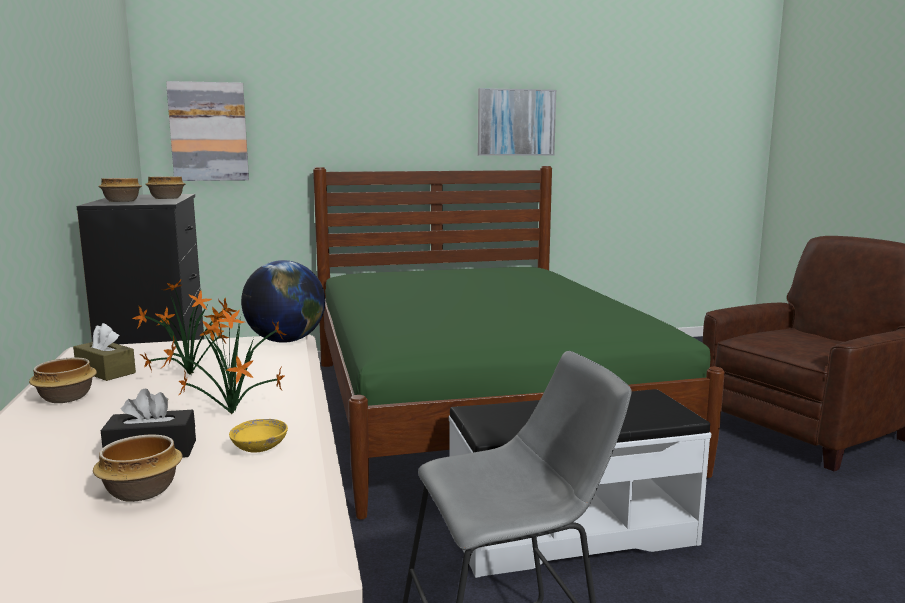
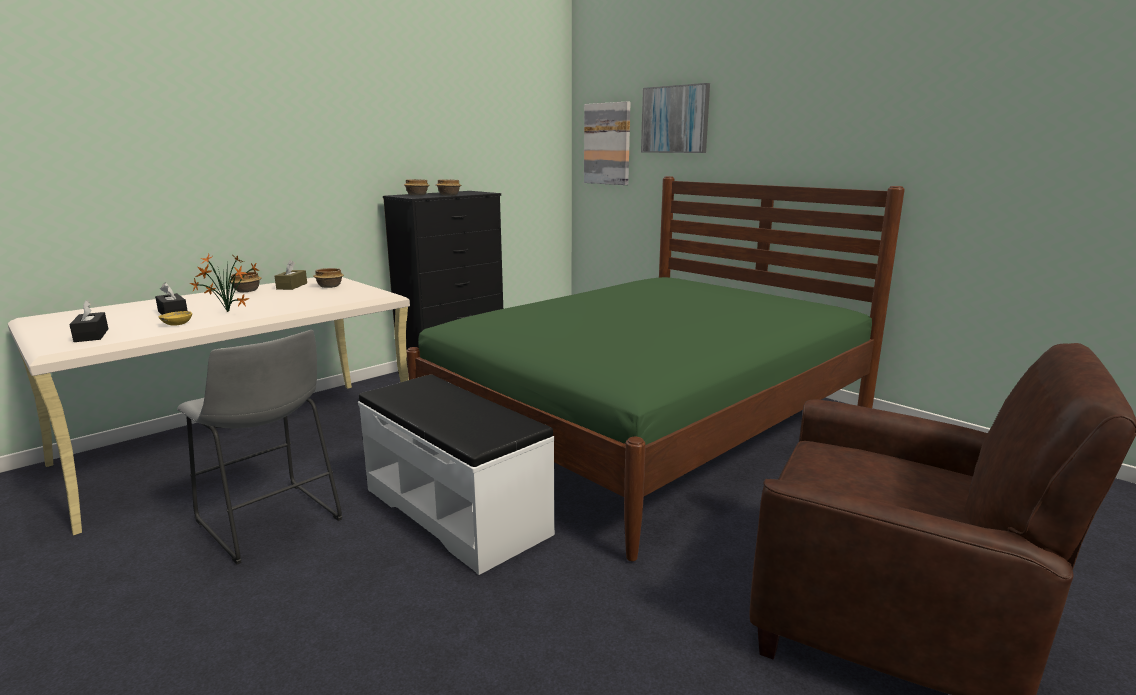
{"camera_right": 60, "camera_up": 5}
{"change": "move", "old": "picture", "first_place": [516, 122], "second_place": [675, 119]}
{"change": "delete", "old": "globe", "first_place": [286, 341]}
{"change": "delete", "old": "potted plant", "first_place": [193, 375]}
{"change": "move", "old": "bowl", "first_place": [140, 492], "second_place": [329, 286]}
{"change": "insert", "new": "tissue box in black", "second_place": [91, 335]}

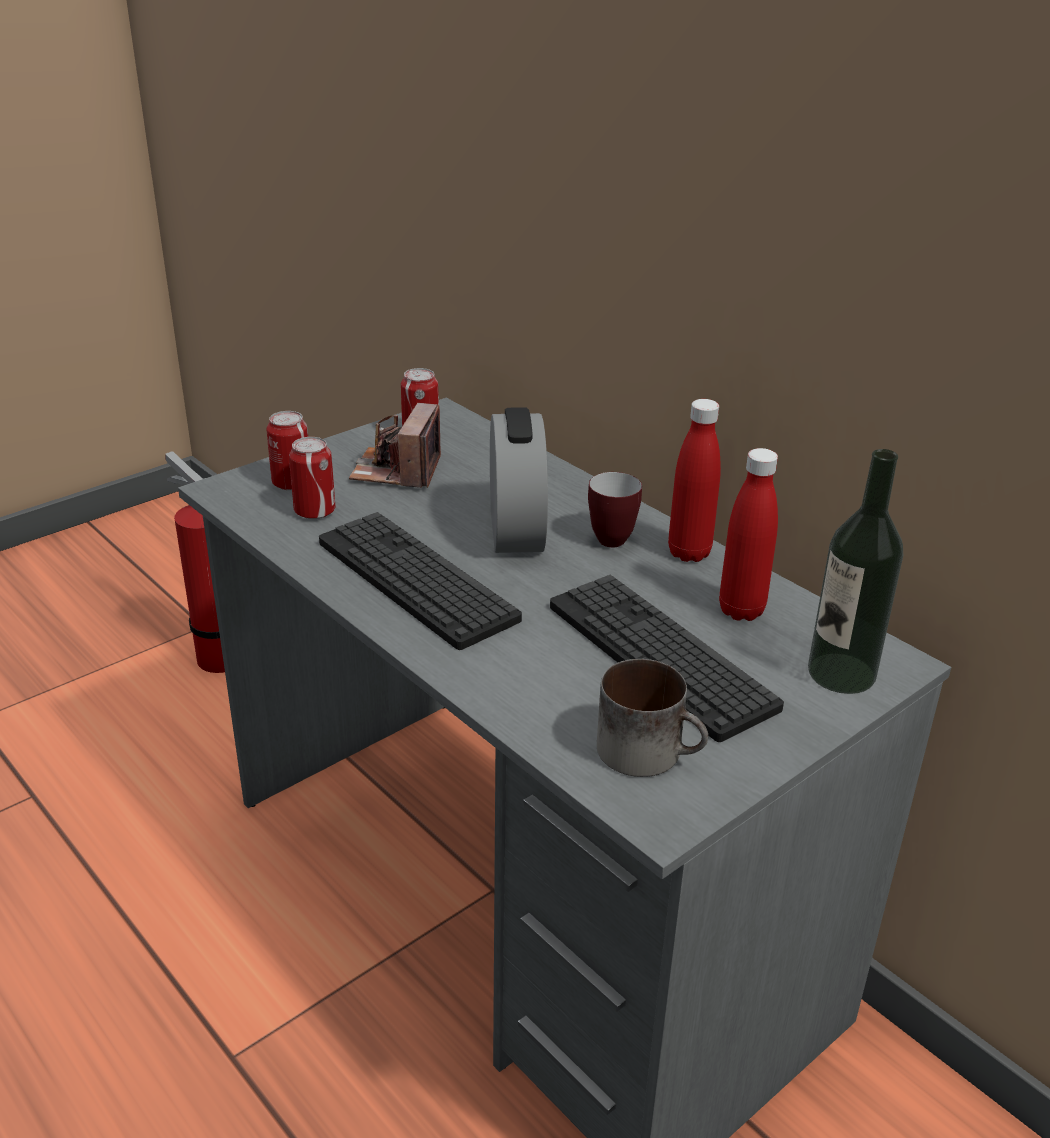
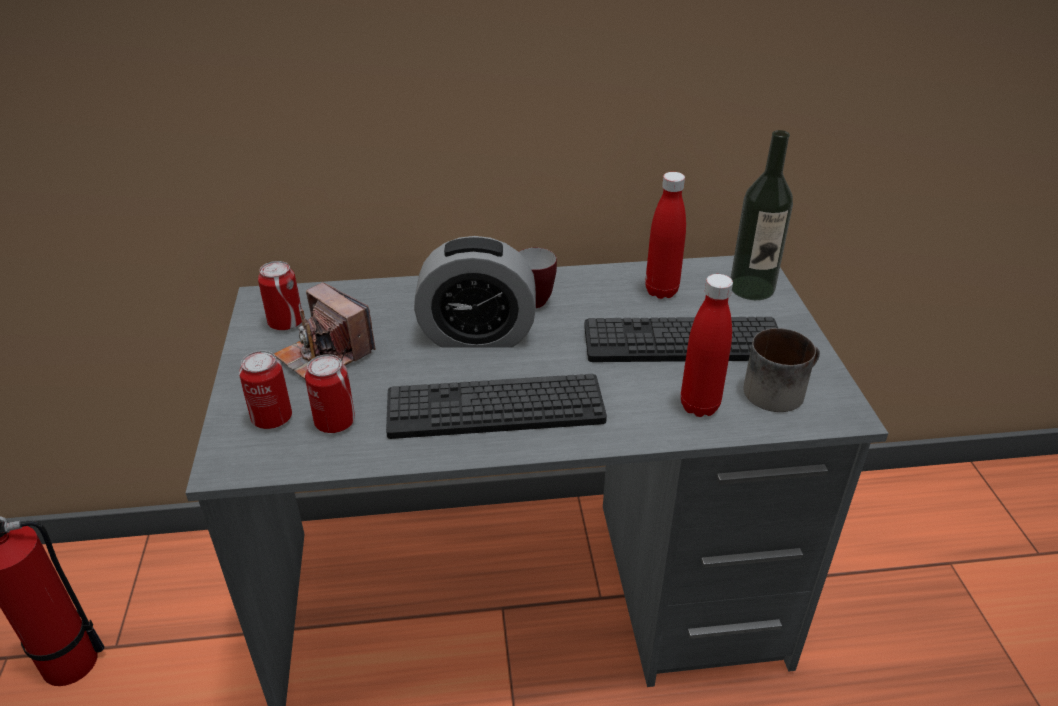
{"camera_right": -55, "camera_up": 5}
{"change": "move", "old": "bottle in red", "first_place": [689, 553], "second_place": [699, 406]}
{"change": "rotate", "old": "alarm clock", "first_place": [516, 530], "second_place": [477, 335], "degrees": 150}

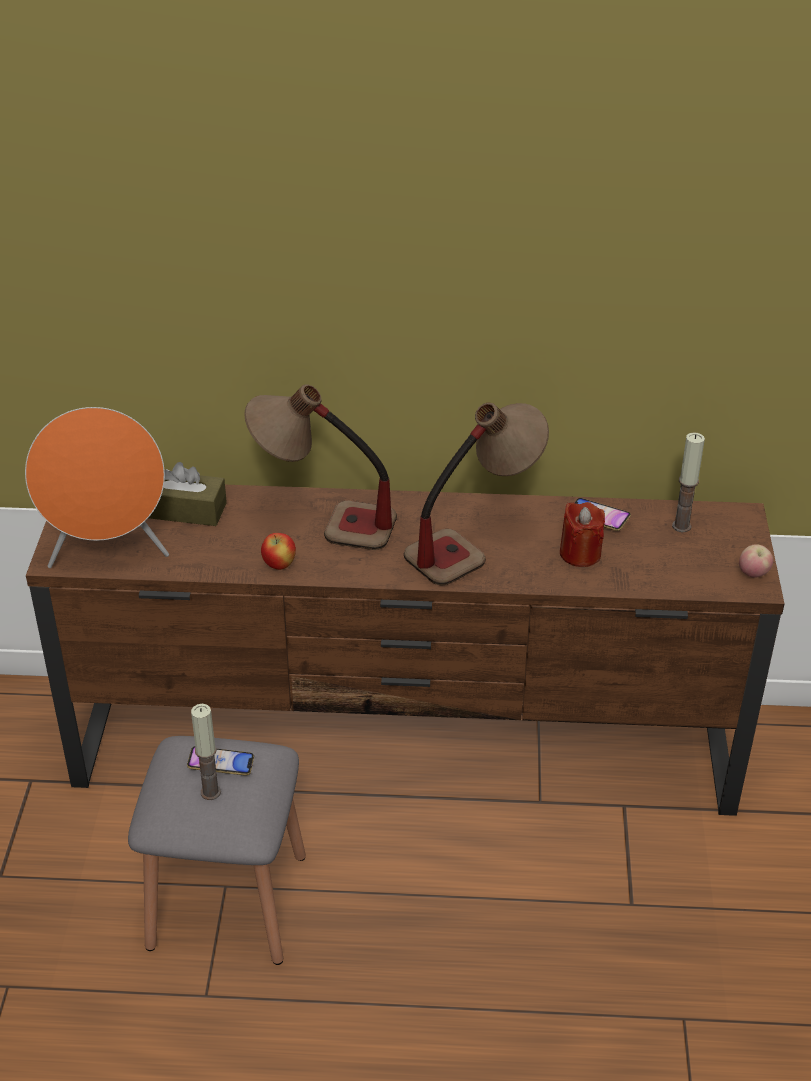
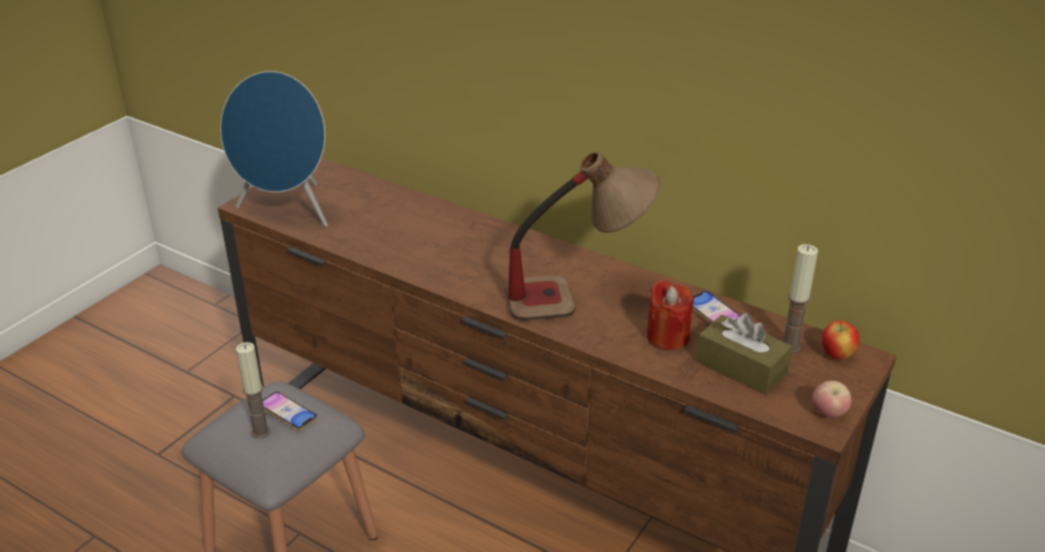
{"camera_right": 30, "camera_up": -5}
{"change": "delete", "old": "table lamp", "first_place": [323, 523]}
{"change": "recolor", "old": "speaker in orange", "new": "speaker in blue", "first_place": [109, 553], "second_place": [287, 211]}
{"change": "move", "old": "tissue box in brown", "first_place": [186, 510], "second_place": [741, 367]}
{"change": "move", "old": "apple", "first_place": [279, 565], "second_place": [837, 355]}

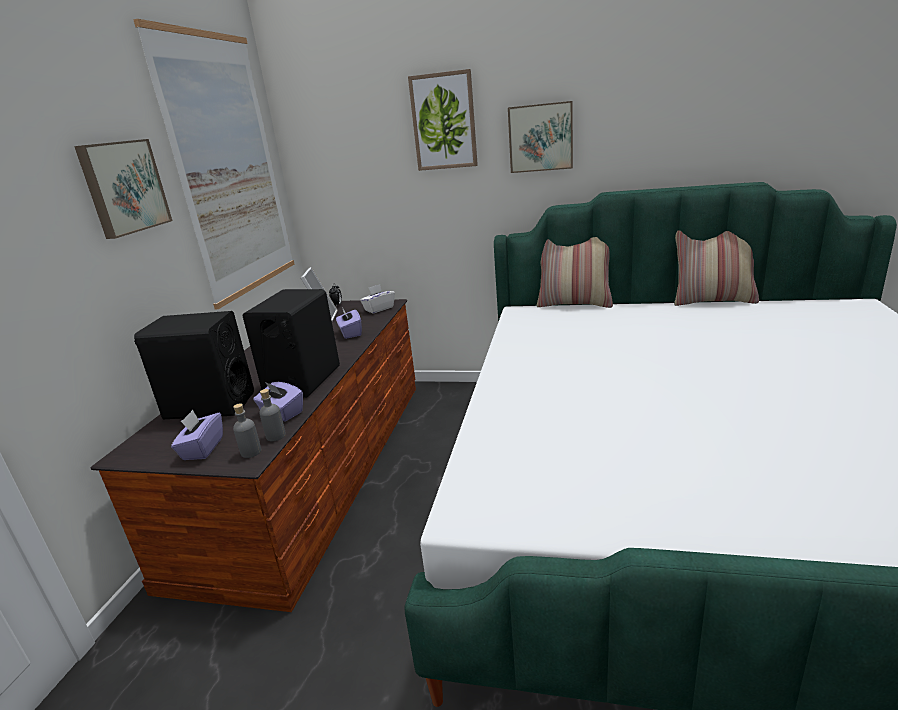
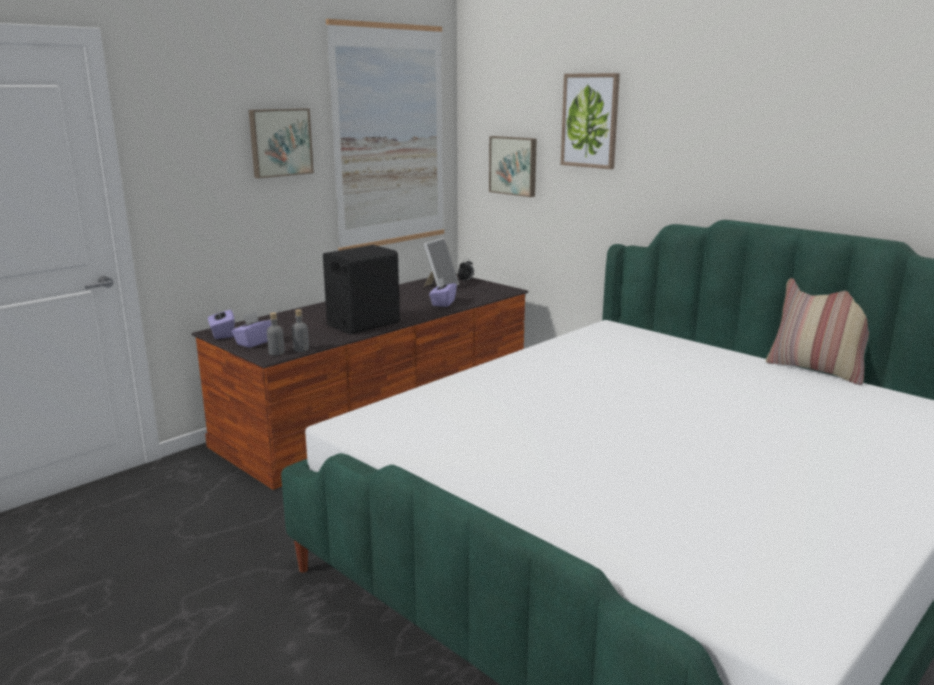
{"camera_right": 30, "camera_up": -5}
{"change": "move", "old": "picture", "first_place": [540, 137], "second_place": [514, 165]}
{"change": "delete", "old": "pillow", "first_place": [574, 304]}
{"change": "delete", "old": "tissue box in white", "first_place": [379, 309]}
{"change": "delete", "old": "speaker in black", "first_place": [210, 405]}
{"change": "move", "old": "tissue box in purple", "first_place": [281, 413], "second_place": [222, 334]}

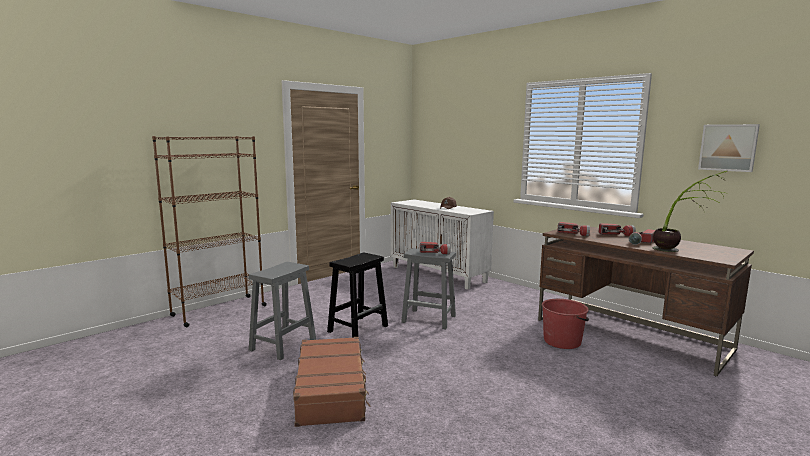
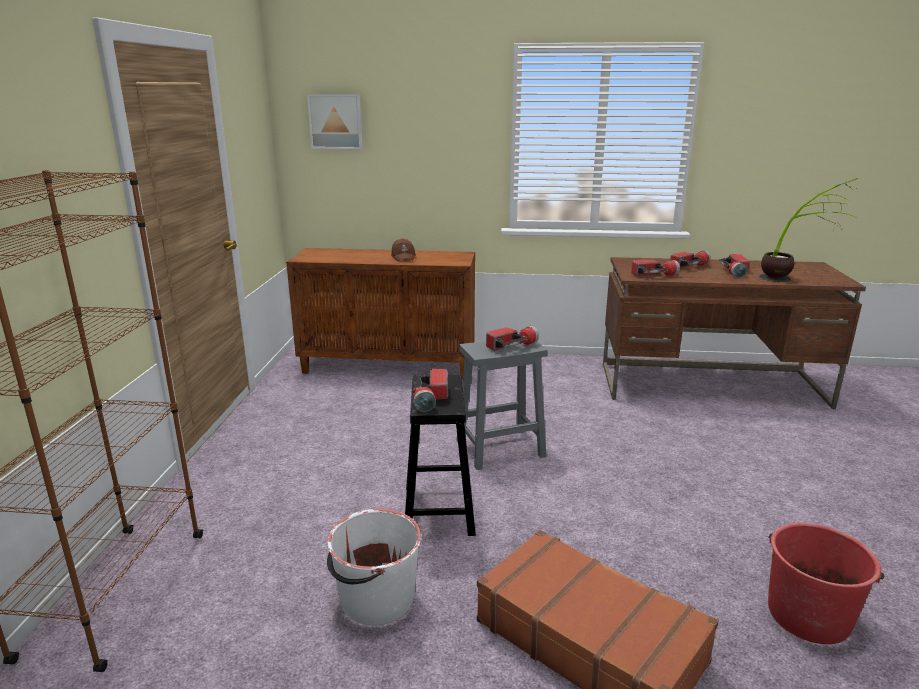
{"camera_right": -40, "camera_up": 10}
{"change": "move", "old": "picture", "first_place": [728, 147], "second_place": [336, 121]}
{"change": "recolor", "old": "cabinet in white", "new": "cabinet in brown", "first_place": [439, 274], "second_place": [389, 366]}
{"change": "replace", "old": "stool in grey", "new": "bucket in white", "first_place": [283, 344], "second_place": [376, 599]}
{"change": "move", "old": "bucket in red", "first_place": [562, 341], "second_place": [808, 615]}
{"change": "insert", "new": "flashlight", "second_place": [430, 398]}

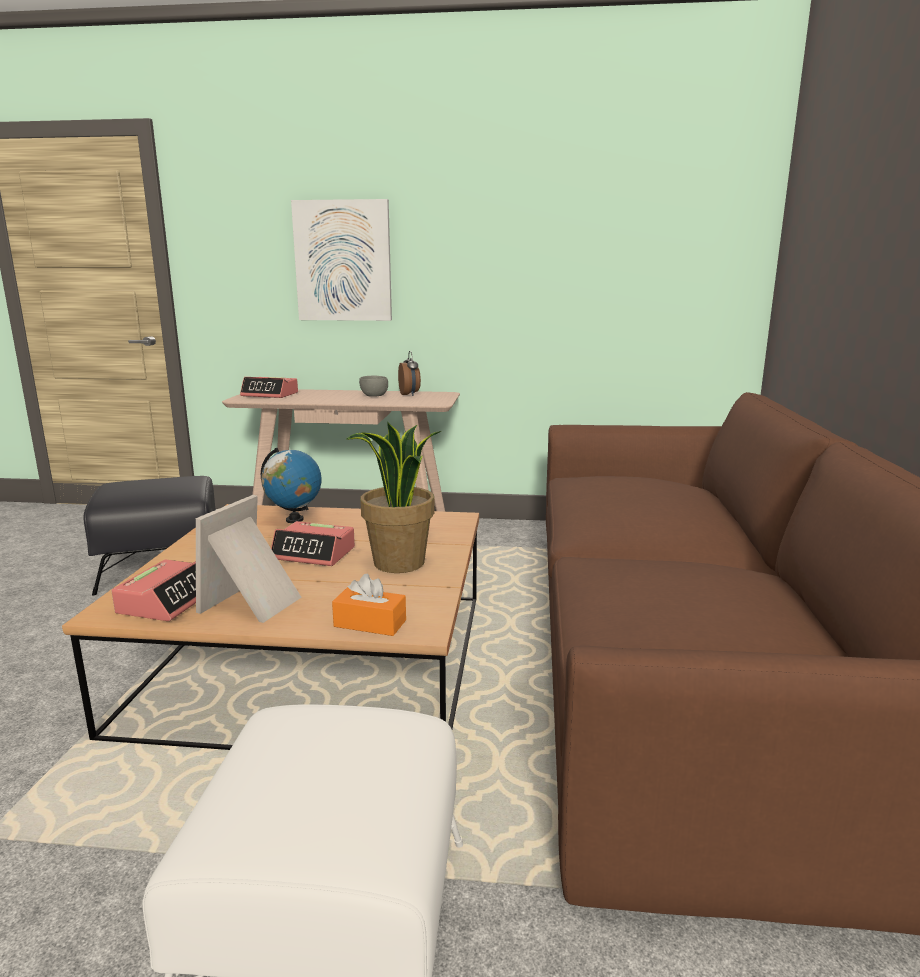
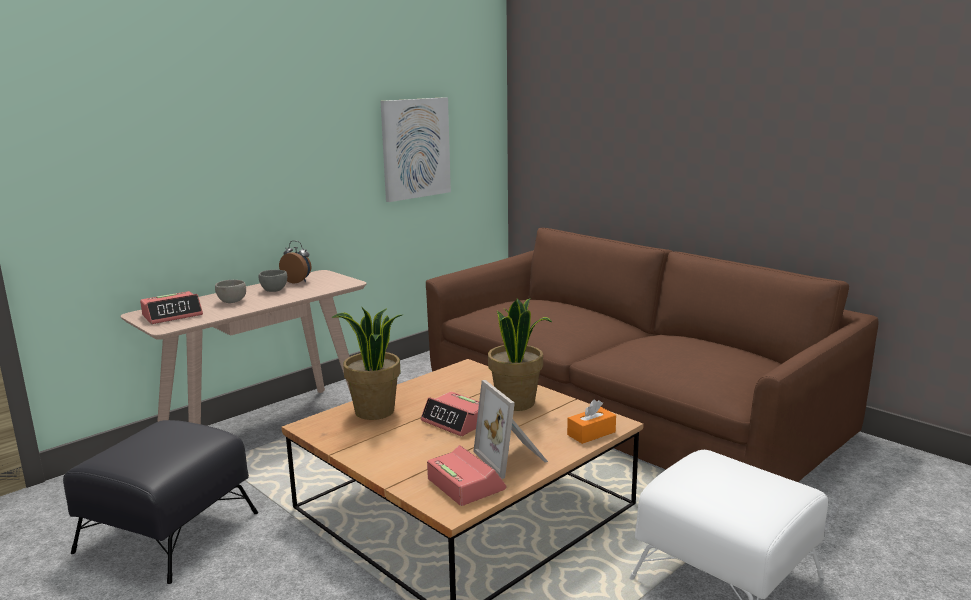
{"camera_right": -50, "camera_up": 0}
{"change": "move", "old": "picture", "first_place": [343, 261], "second_place": [415, 148]}
{"change": "replace", "old": "globe", "new": "potted plant", "first_place": [294, 520], "second_place": [374, 412]}
{"change": "rotate", "old": "alarm clock", "first_place": [314, 553], "second_place": [456, 421], "degrees": 75}
{"change": "insert", "new": "bowl in grey", "second_place": [233, 301]}

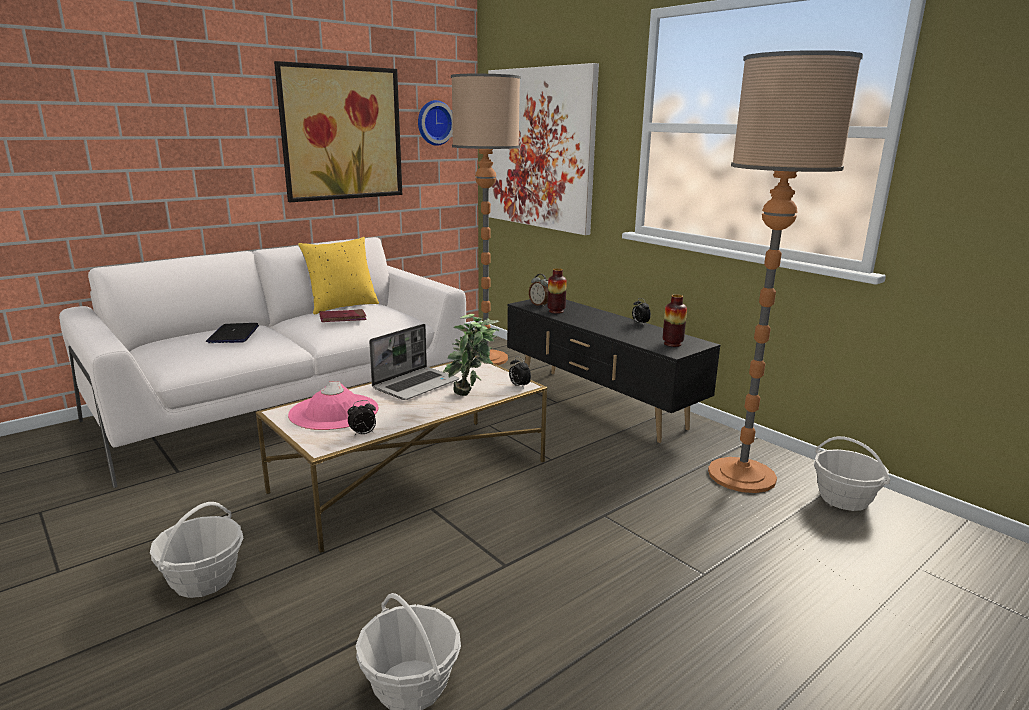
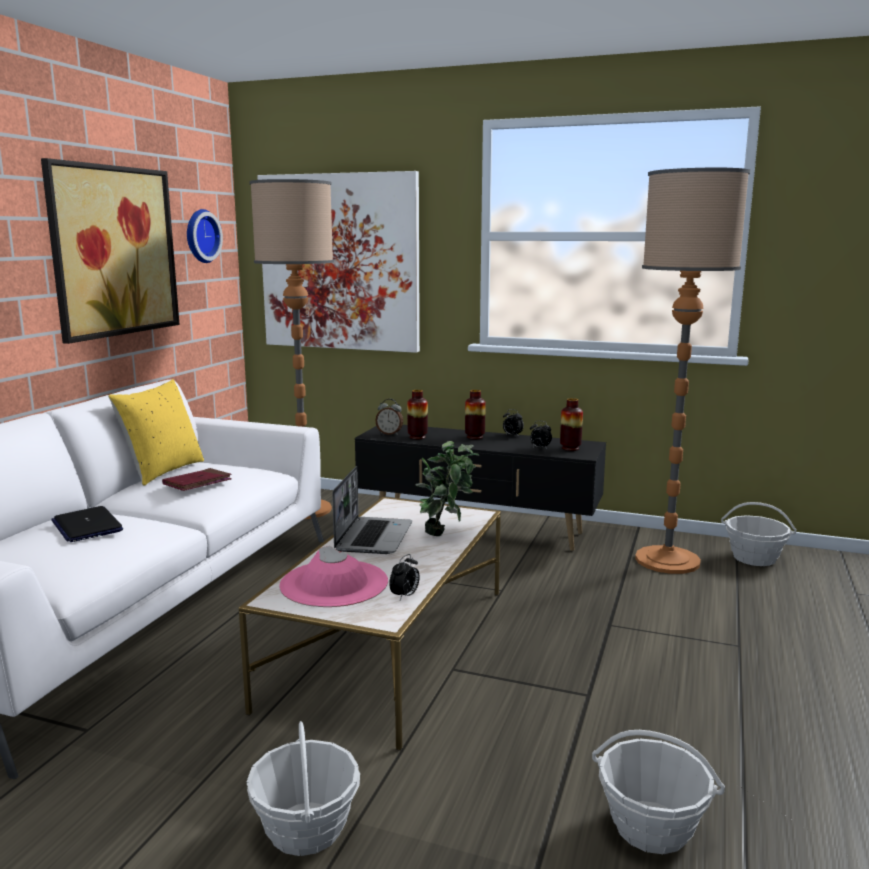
{"camera_right": -30, "camera_up": -5}
{"change": "move", "old": "alarm clock", "first_place": [519, 386], "second_place": [539, 448]}
{"change": "insert", "new": "vase", "second_place": [474, 437]}

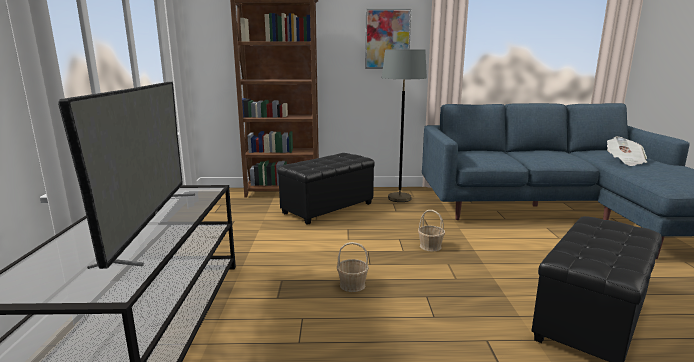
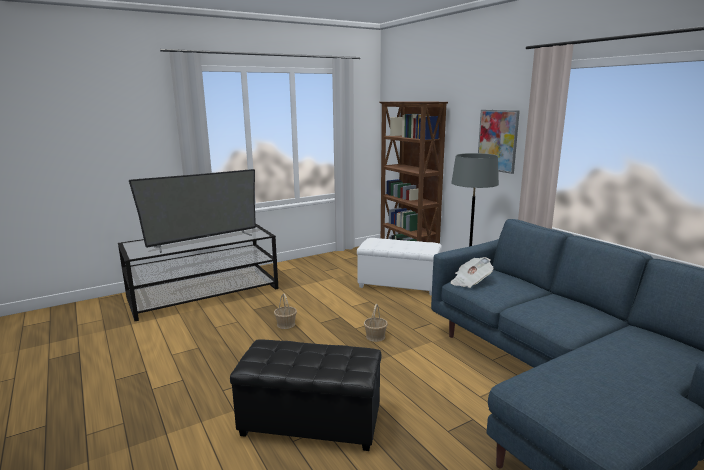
{"camera_right": 60, "camera_up": 0}
{"change": "move", "old": "newspaper", "first_place": [624, 161], "second_place": [470, 282]}
{"change": "recolor", "old": "ottoman in black", "new": "ottoman in white", "first_place": [327, 208], "second_place": [399, 285]}

